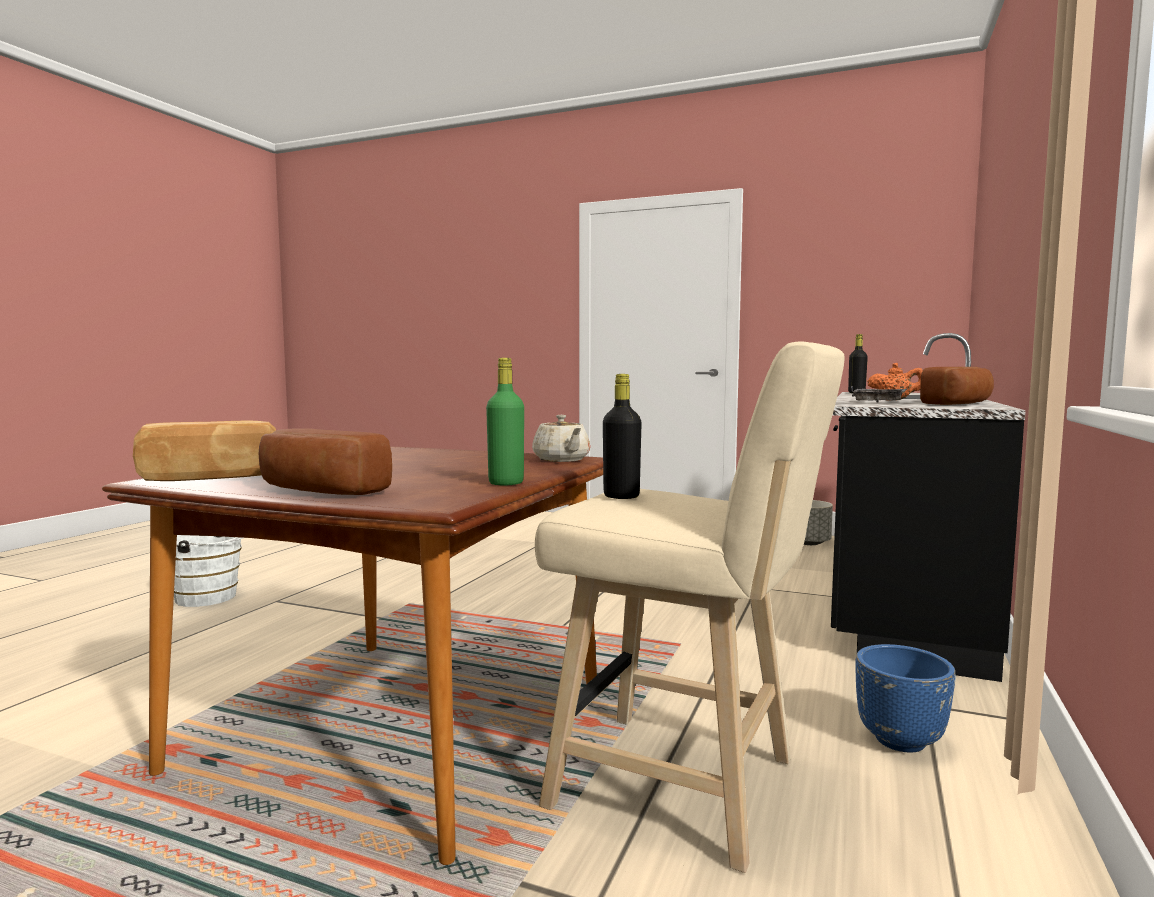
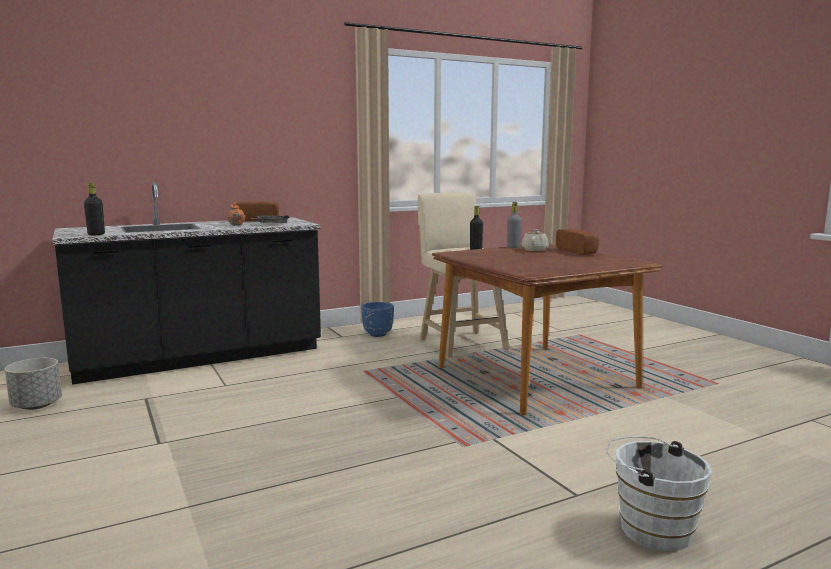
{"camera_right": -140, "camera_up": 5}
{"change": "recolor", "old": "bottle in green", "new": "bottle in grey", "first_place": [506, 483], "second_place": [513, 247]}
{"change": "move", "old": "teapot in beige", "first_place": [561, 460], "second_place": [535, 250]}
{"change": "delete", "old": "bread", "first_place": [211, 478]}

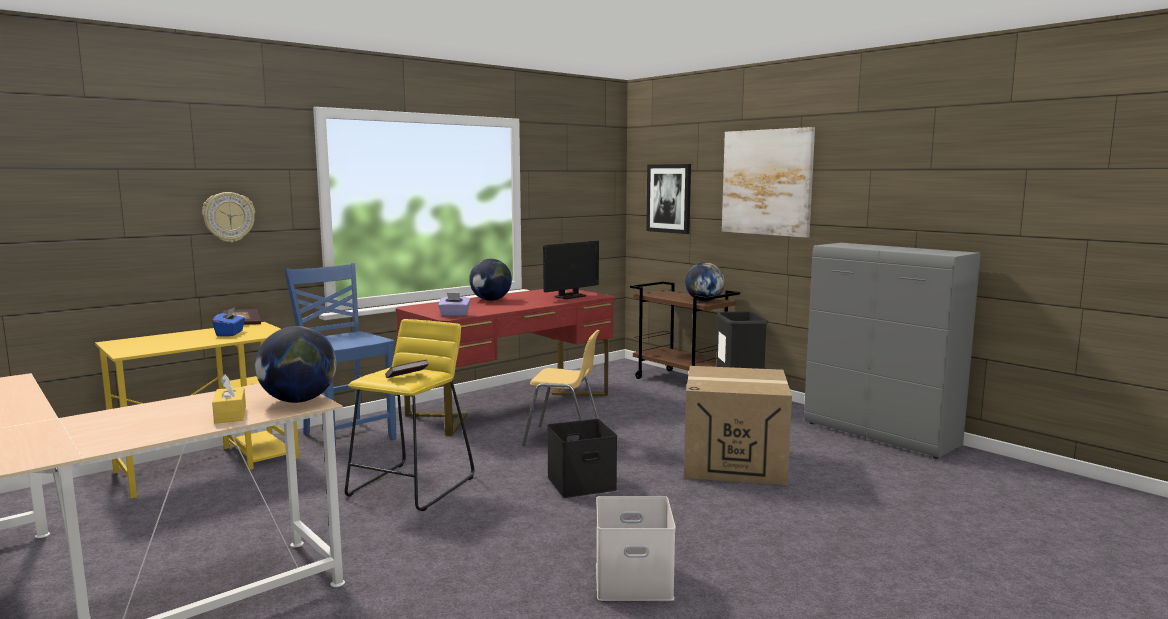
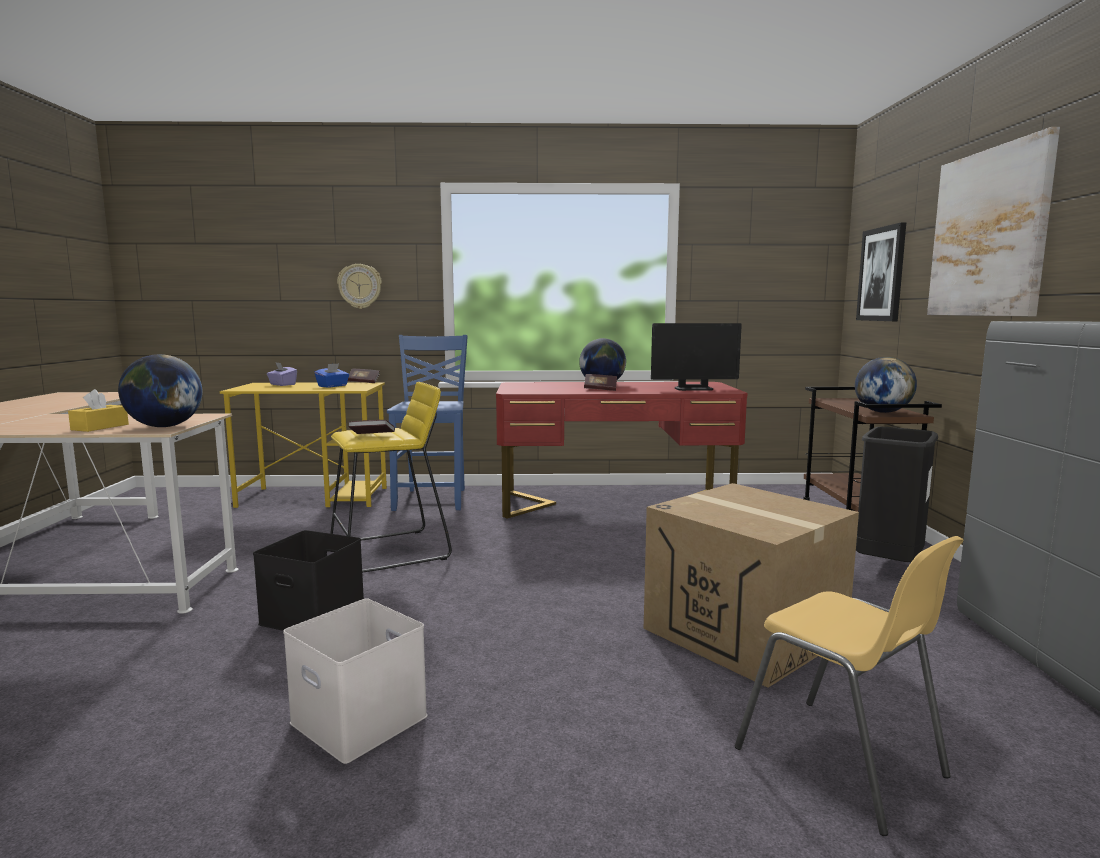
{"camera_right": 40, "camera_up": 0}
{"change": "move", "old": "tissue box in purple", "first_place": [454, 315], "second_place": [282, 384]}
{"change": "move", "old": "chair in yellow", "first_place": [564, 438], "second_place": [841, 763]}
{"change": "move", "old": "storage box in black", "first_place": [582, 482], "second_place": [315, 615]}
{"change": "insert", "new": "book", "second_place": [600, 389]}

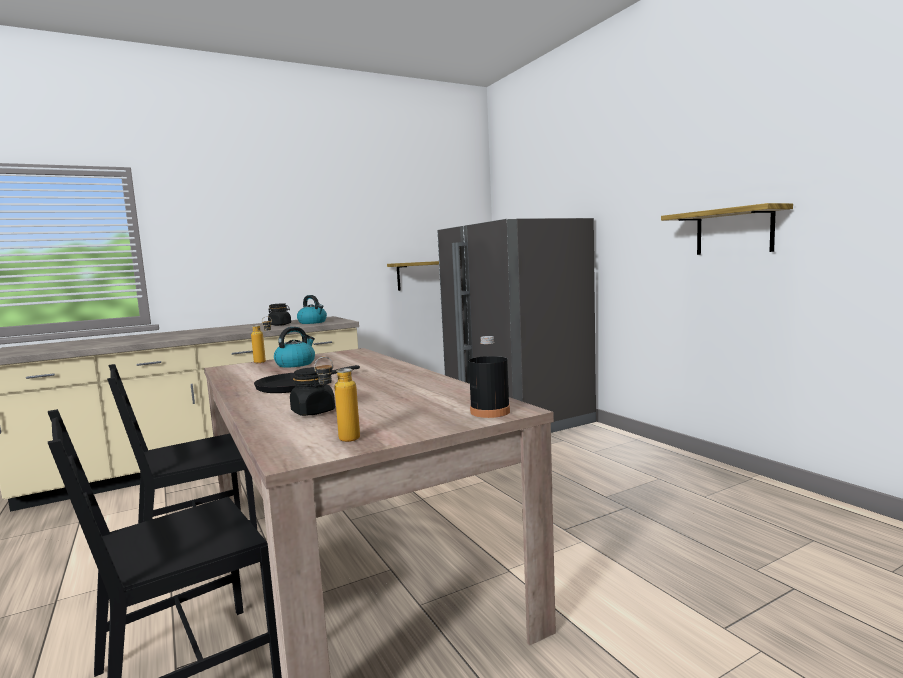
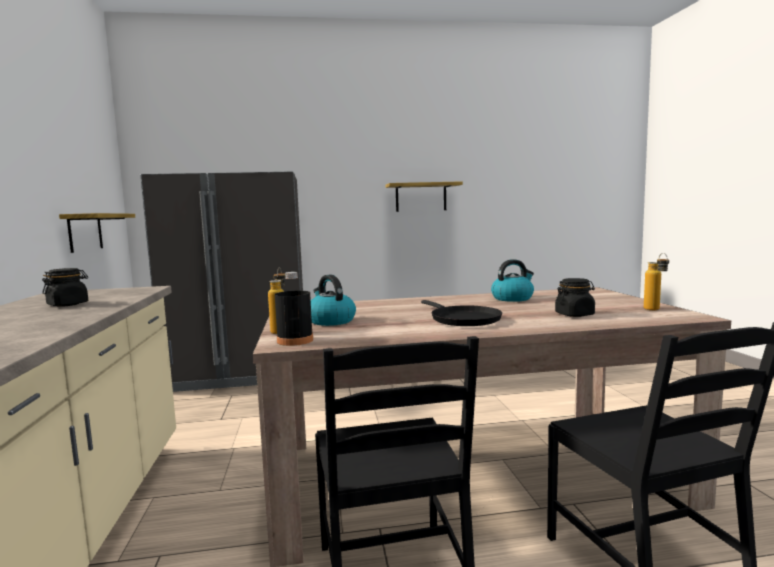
{"camera_right": -70, "camera_up": 0}
{"change": "move", "old": "kettle", "first_place": [313, 322], "second_place": [512, 298]}
{"change": "move", "old": "bottle in black", "first_place": [490, 412], "second_place": [295, 340]}

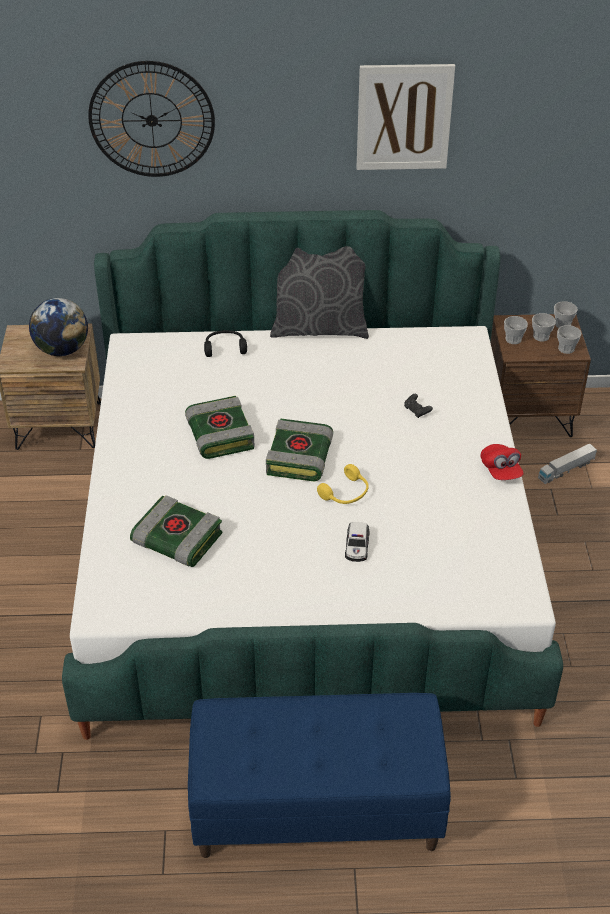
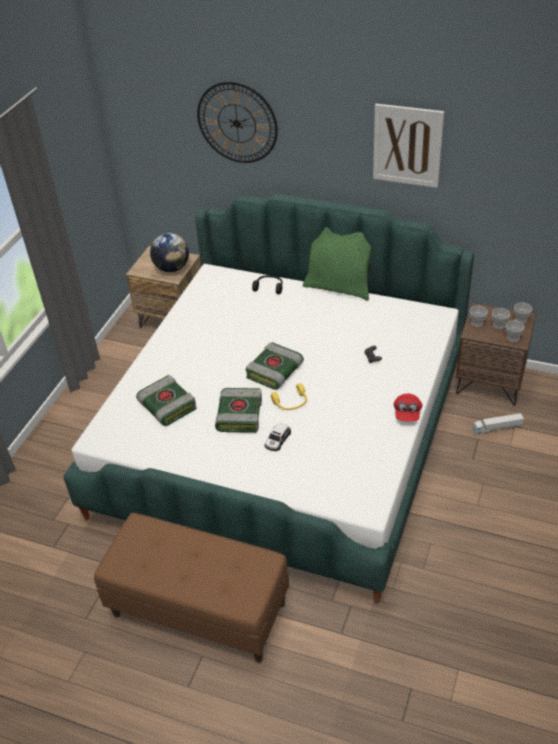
{"camera_right": 25, "camera_up": 0}
{"change": "recolor", "old": "pillow in grey", "new": "pillow in green", "first_place": [319, 328], "second_place": [339, 286]}
{"change": "move", "old": "book", "first_place": [219, 434], "second_place": [239, 414]}
{"change": "recolor", "old": "bench in blue", "new": "bench in brown", "first_place": [317, 807], "second_place": [200, 608]}

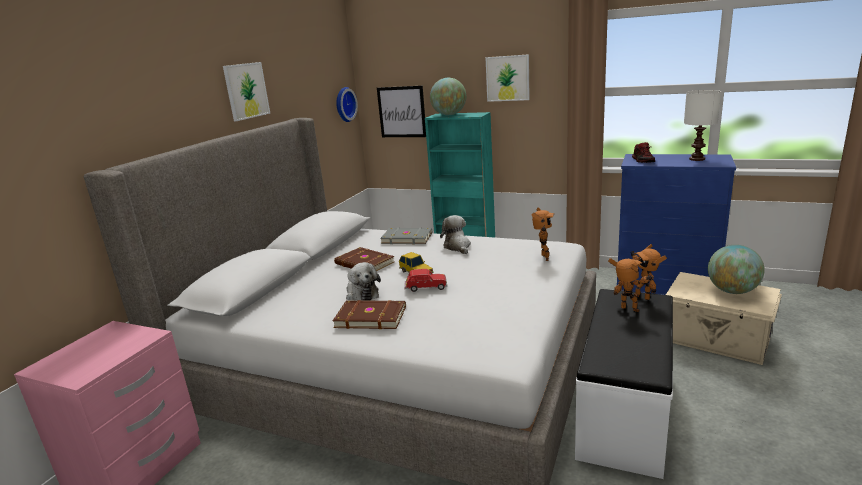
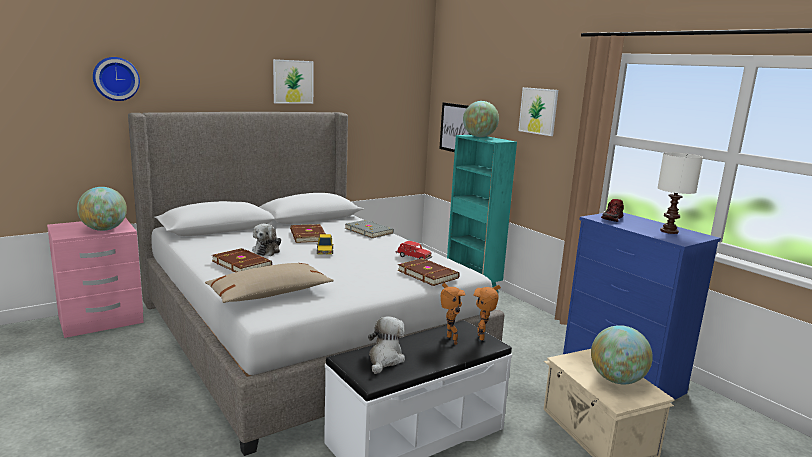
{"camera_right": 30, "camera_up": -5}
{"change": "move", "old": "wall clock", "first_place": [344, 104], "second_place": [116, 79]}
{"change": "replace", "old": "toy robot", "new": "book in brown", "first_place": [543, 258], "second_place": [428, 274]}
{"change": "move", "old": "plush toy", "first_place": [457, 247], "second_place": [385, 359]}
{"change": "move", "old": "toy car in red", "first_place": [426, 288], "second_place": [413, 258]}
{"change": "insert", "new": "globe", "second_place": [104, 229]}
{"change": "insert", "new": "pillow in beige", "second_place": [269, 294]}

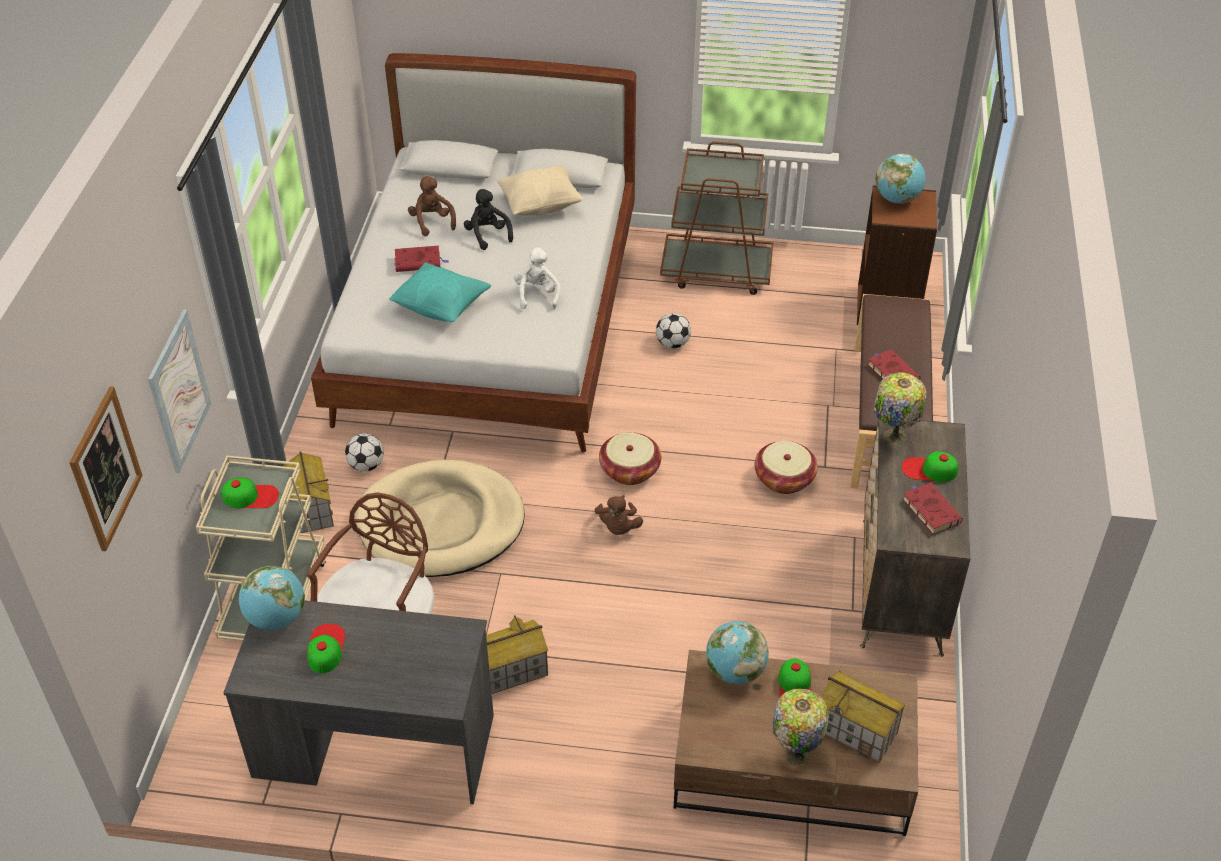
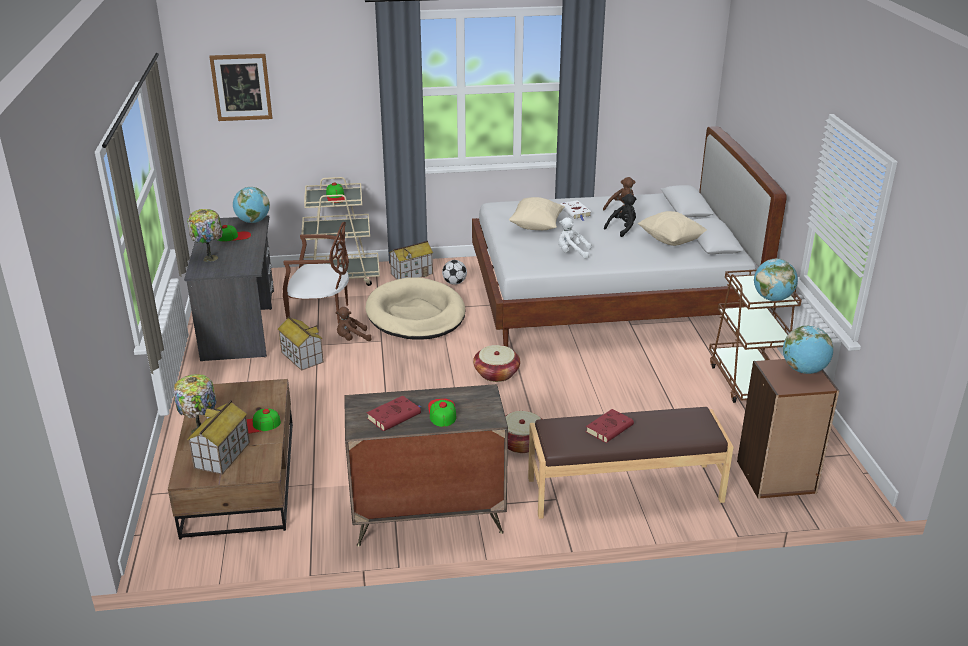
{"camera_right": 75, "camera_up": -15}
{"change": "recolor", "old": "book in red", "new": "book in white", "first_place": [419, 261], "second_place": [576, 212]}
{"change": "rotate", "old": "plush toy in white", "first_place": [537, 295], "second_place": [571, 253], "degrees": -150}
{"change": "recolor", "old": "pillow in turquoise", "new": "pillow in beige", "first_place": [441, 308], "second_place": [536, 226]}
{"change": "delete", "old": "picture", "first_place": [179, 391]}
{"change": "delete", "old": "football", "first_place": [672, 343]}
{"change": "move", "old": "table lamp", "first_place": [893, 436], "second_place": [210, 257]}
{"change": "move", "old": "plush toy in brown", "first_place": [618, 527], "second_place": [352, 339]}
{"change": "move", "old": "globe", "first_place": [735, 671], "second_place": [772, 298]}

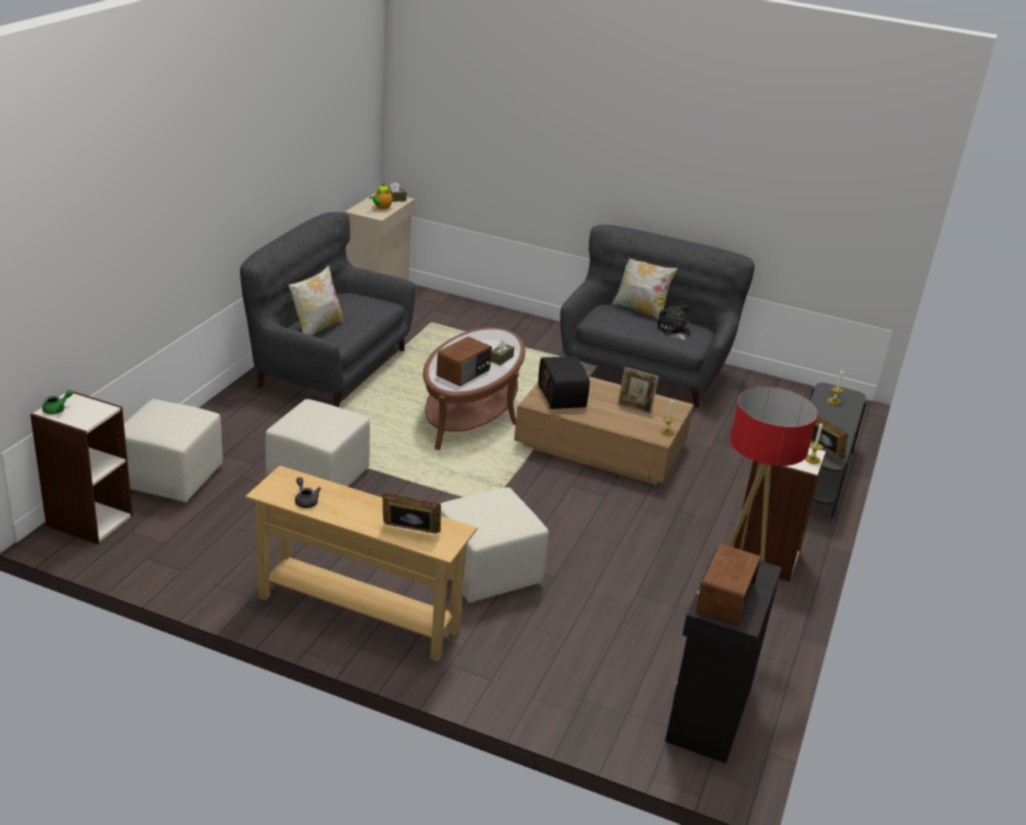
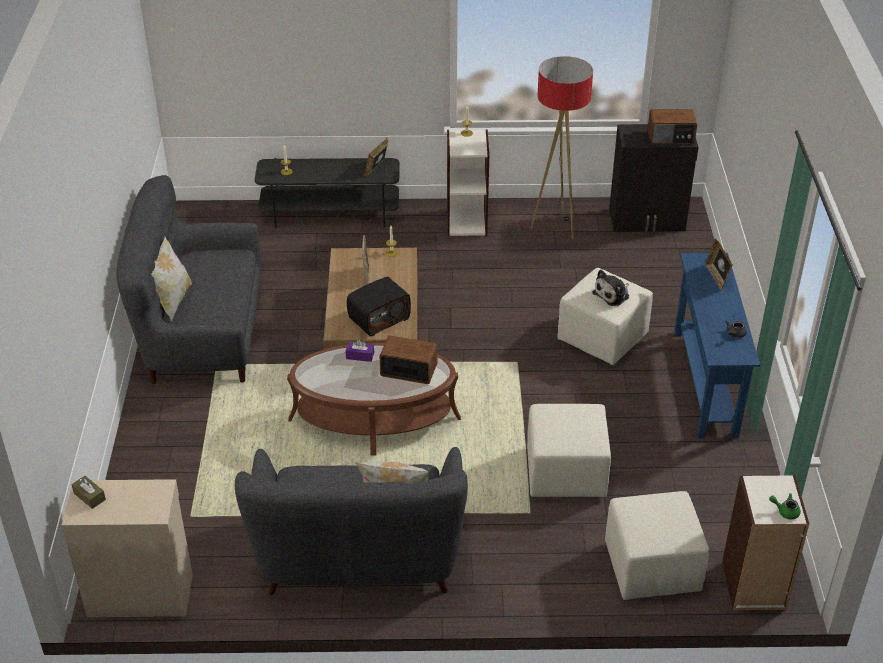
{"camera_right": -110, "camera_up": 10}
{"change": "delete", "old": "teapot", "first_place": [381, 208]}
{"change": "move", "old": "plush toy", "first_place": [673, 331], "second_place": [613, 294]}
{"change": "recolor", "old": "tissue box in brown", "new": "tissue box in purple", "first_place": [501, 358], "second_place": [360, 356]}
{"change": "recolor", "old": "console table in beige", "new": "console table in blue", "first_place": [357, 615], "second_place": [705, 382]}

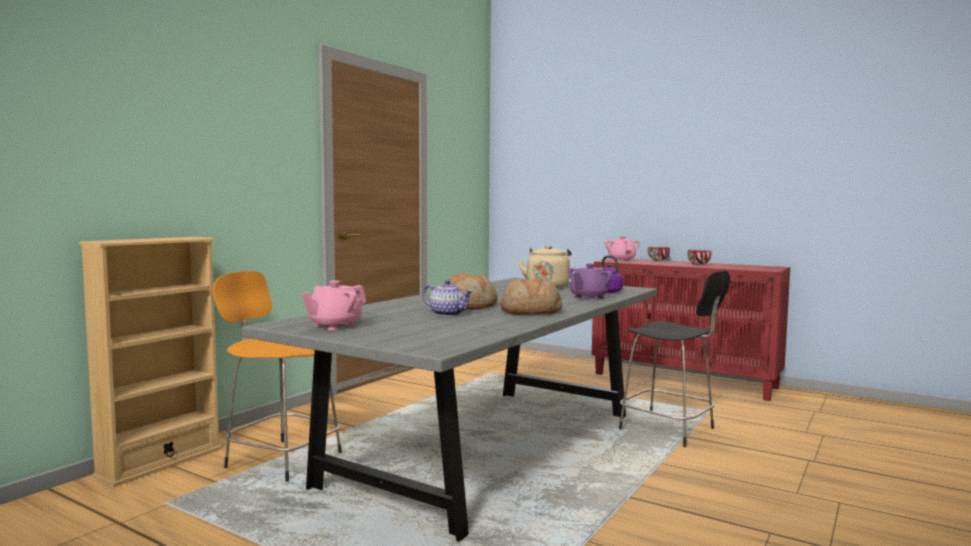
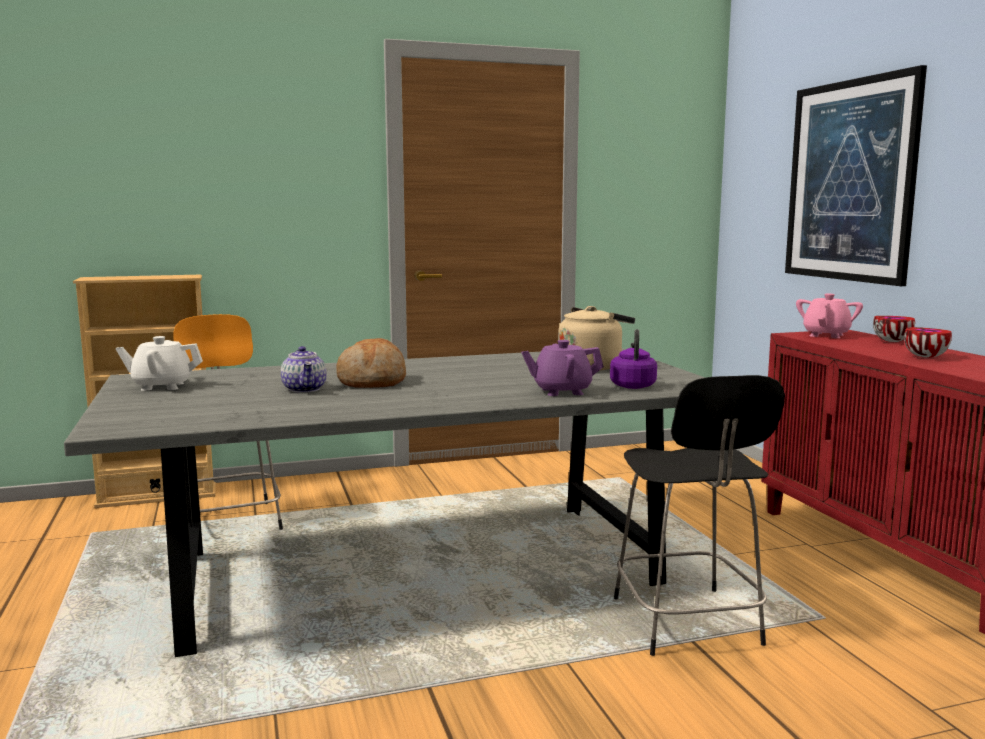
{"camera_right": 40, "camera_up": 5}
{"change": "delete", "old": "bread", "first_place": [530, 311]}
{"change": "recolor", "old": "teapot in pink", "new": "teapot in white", "first_place": [334, 326], "second_place": [162, 386]}
{"change": "insert", "new": "picture", "second_place": [850, 181]}

